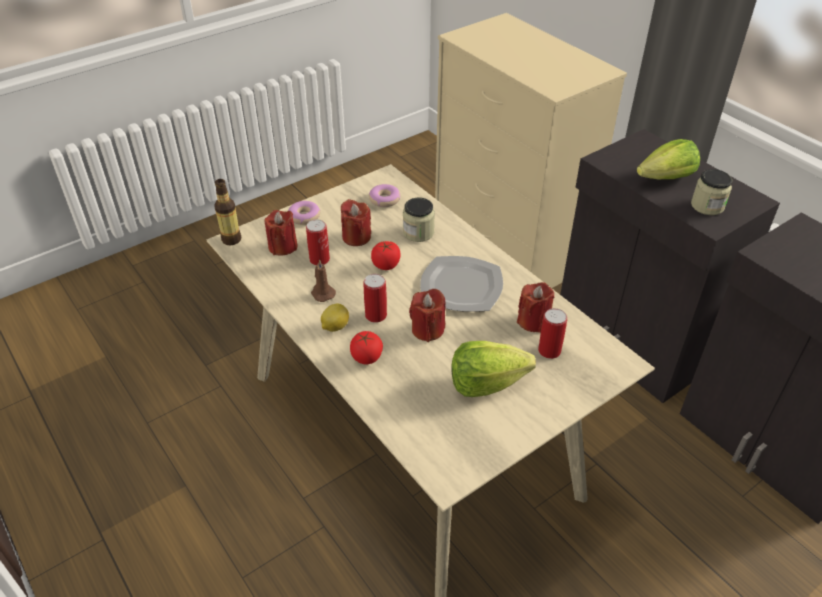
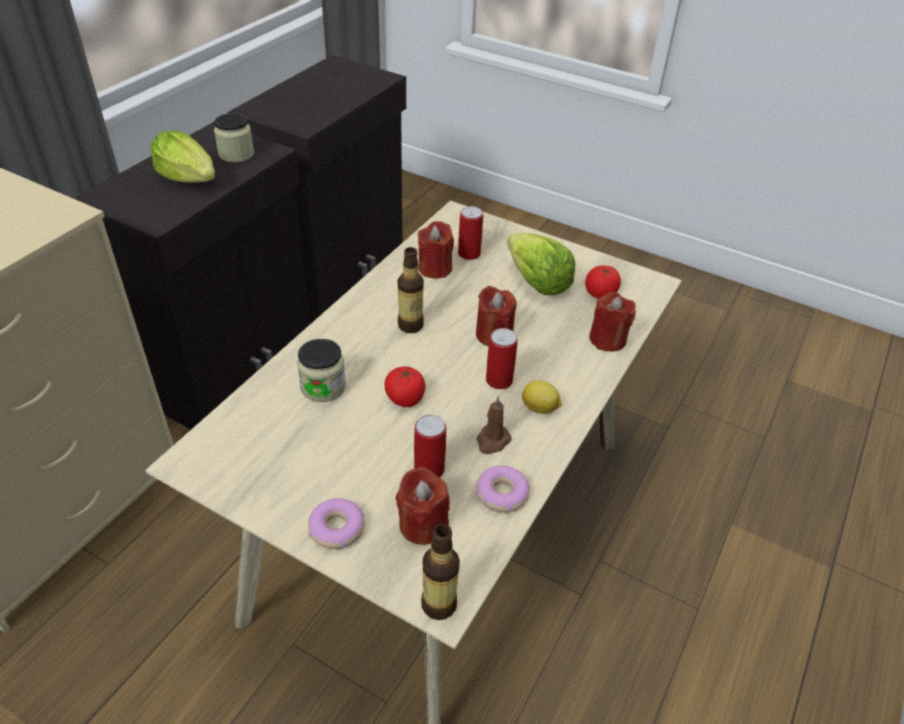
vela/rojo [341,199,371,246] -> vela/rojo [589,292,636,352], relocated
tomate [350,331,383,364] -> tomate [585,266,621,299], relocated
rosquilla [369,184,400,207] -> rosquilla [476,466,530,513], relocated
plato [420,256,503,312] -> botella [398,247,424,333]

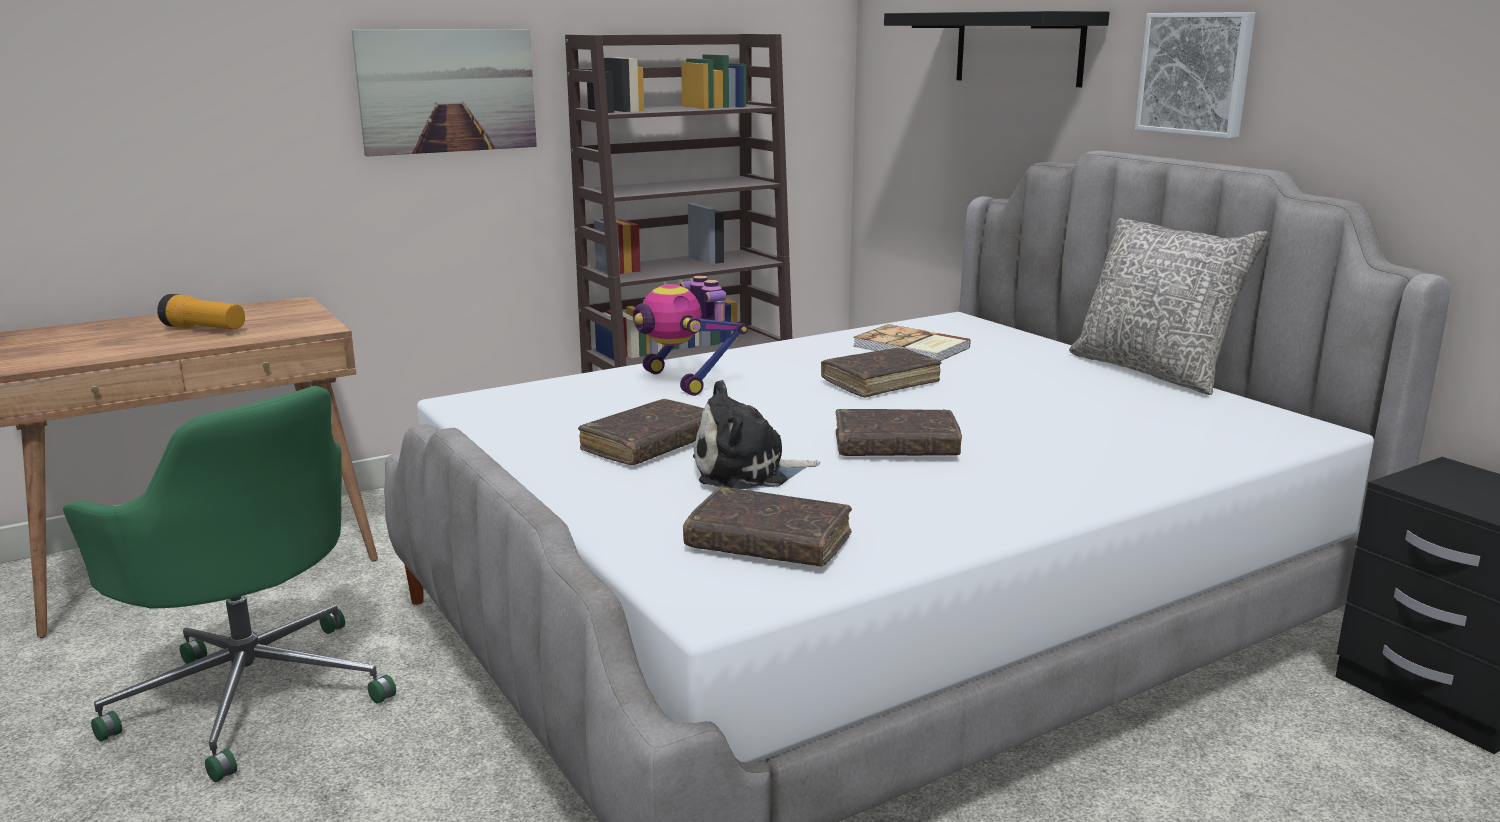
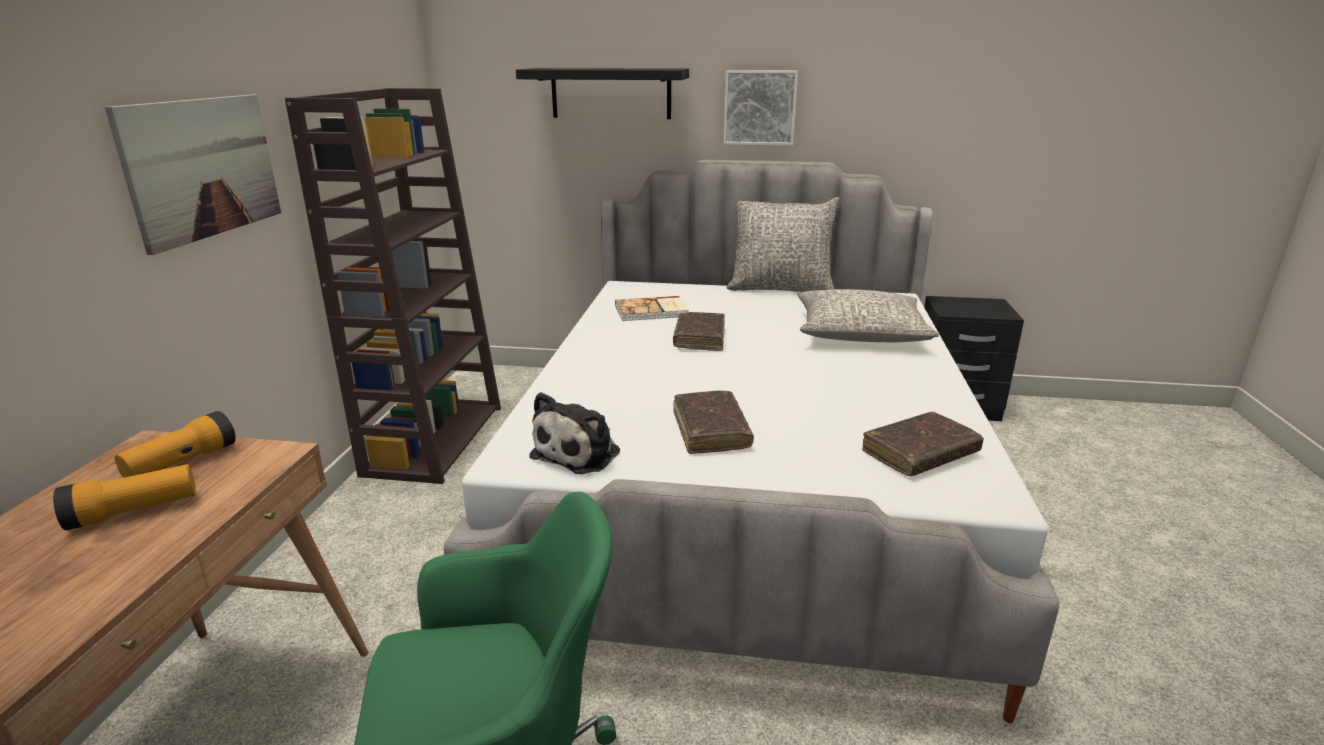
robot de juguete [633,276,748,396] -> none
libro/marrón [836,409,962,456] -> none
none -> linterna [115,411,236,478]
none -> cojín/gris [797,289,939,342]
peluche [693,380,820,489] -> peluche [529,392,620,474], relocated

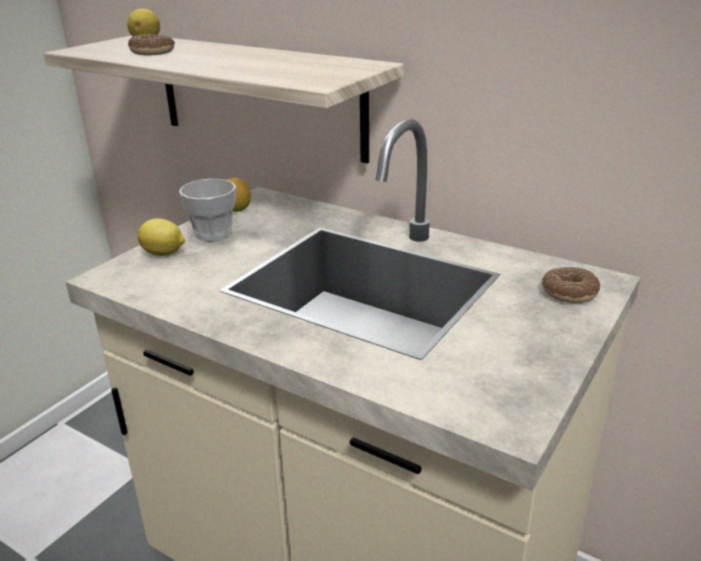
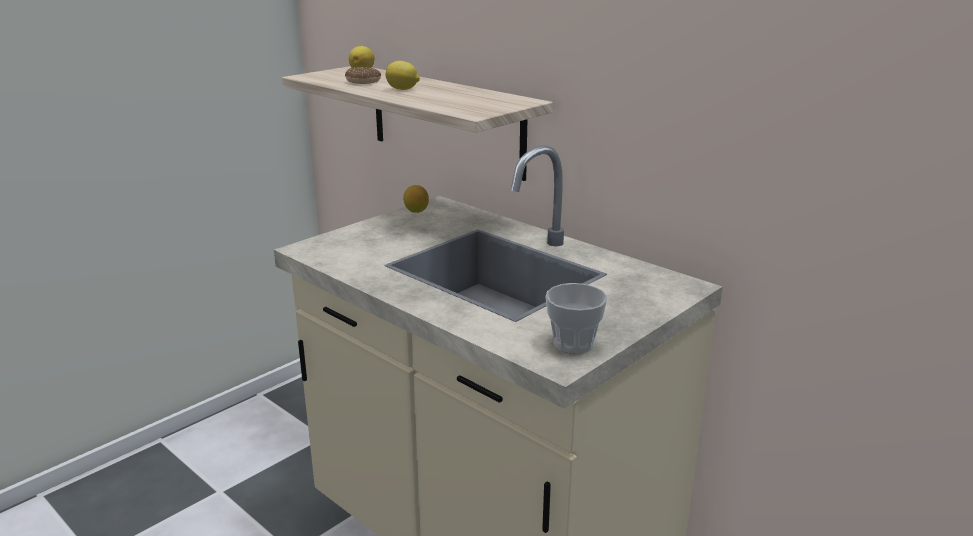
rosquilla [542,267,600,303] -> none
limón [138,218,185,256] -> limón [386,61,420,90], relocated
taza [179,179,236,241] -> taza [545,283,607,354], relocated

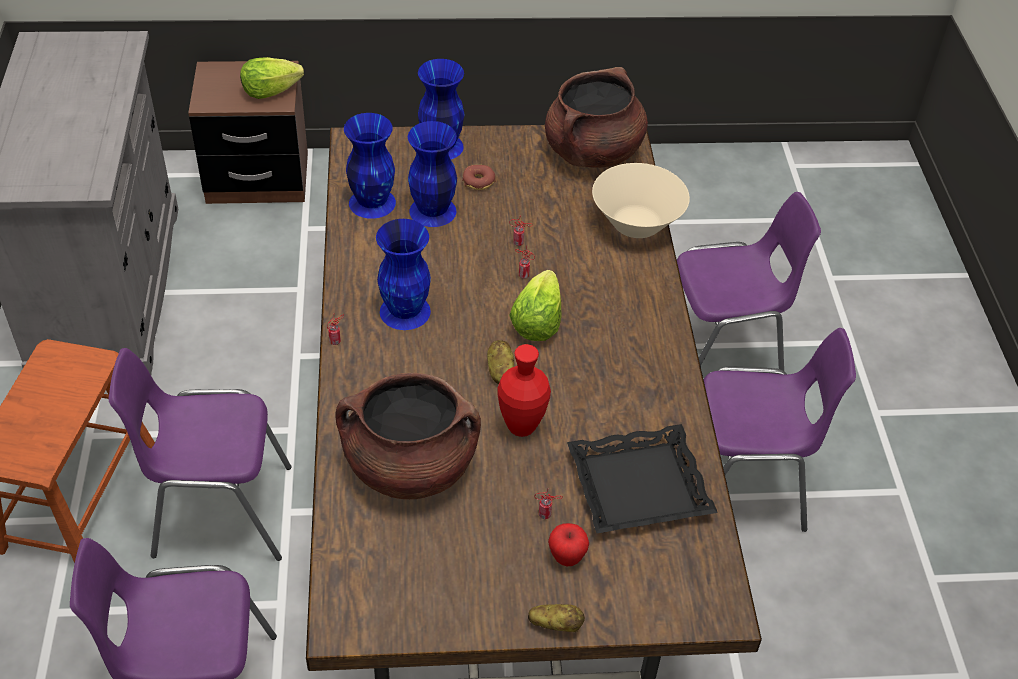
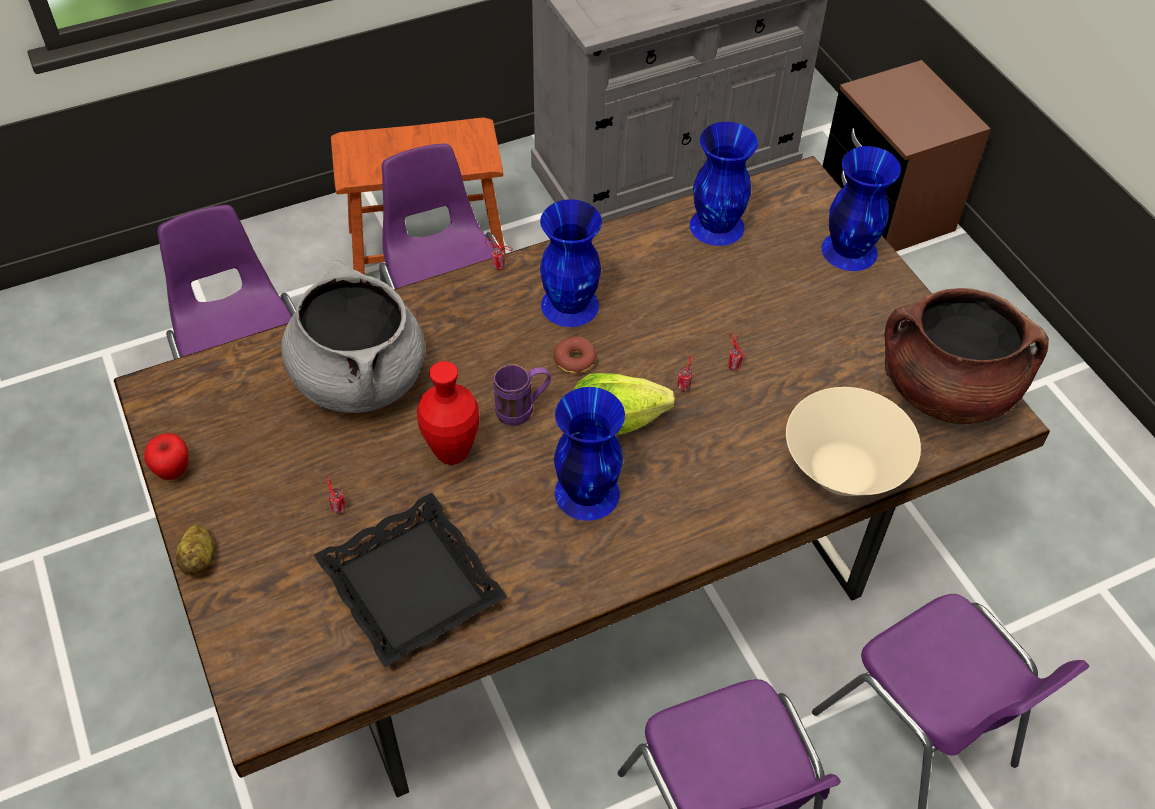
lechuga [240,57,304,99] -> none
florero/azul [408,121,457,227] -> florero/azul [554,387,625,521], relocated
rosquilla [462,165,495,190] -> rosquilla [554,337,597,374], relocated
manzana [548,523,589,566] -> manzana [144,433,188,480], relocated
patata [487,340,514,385] -> taza grande/morado [493,364,551,426]
olla/marrón [335,373,481,499] -> olla/gris [281,260,425,413]

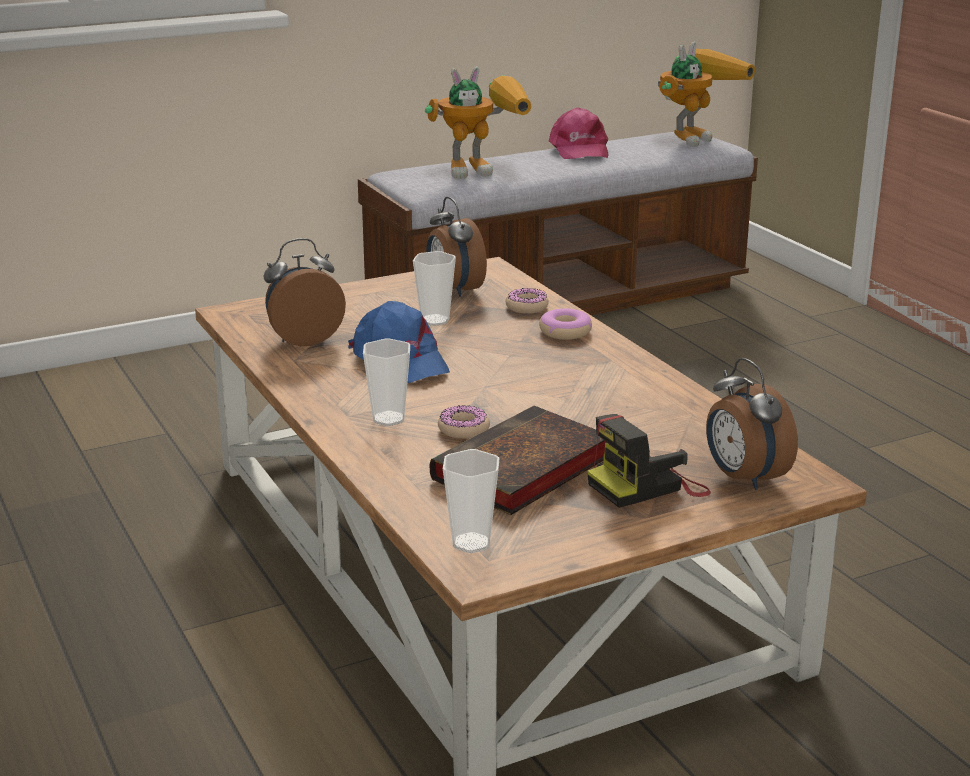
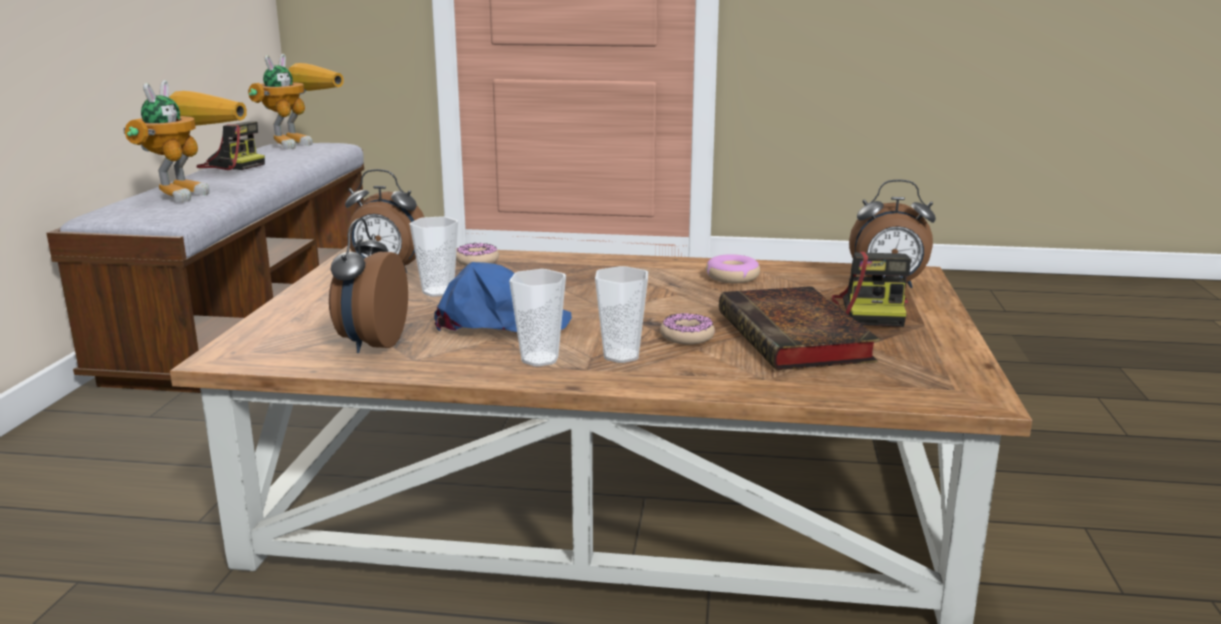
taza [443,449,500,553] -> taza [509,269,566,367], relocated
rosquilla [539,308,592,340] -> rosquilla [706,254,760,283], relocated
gorra/rosa [549,107,609,159] -> cámara [197,121,265,170]
robot de juguete [658,42,755,147] -> robot de juguete [248,54,344,150], 45 degrees clockwise

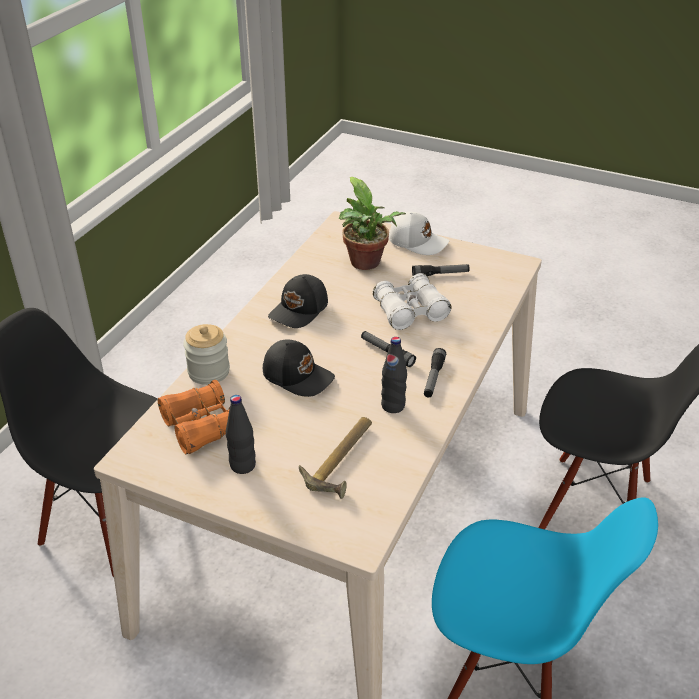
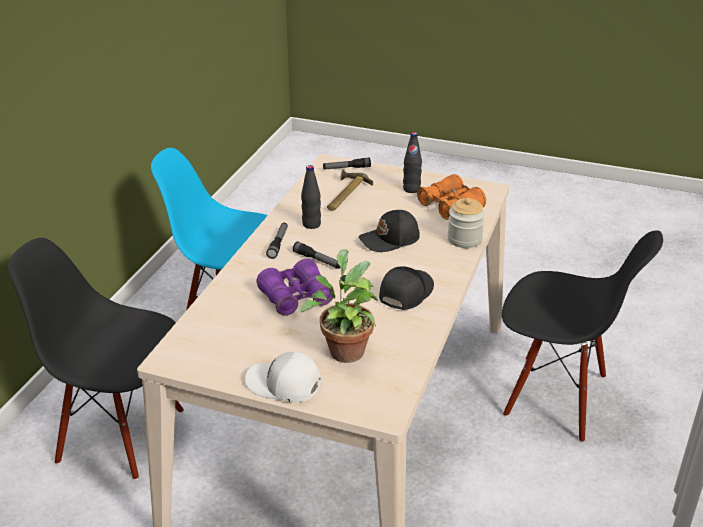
linterna [412,264,470,276] -> linterna [323,157,371,169], relocated
prismáticos/blanco [373,273,451,330] -> prismáticos/morado [257,259,335,316]
gorra/negro [263,340,335,397] -> gorra/negro [359,210,420,252], 45 degrees counterclockwise

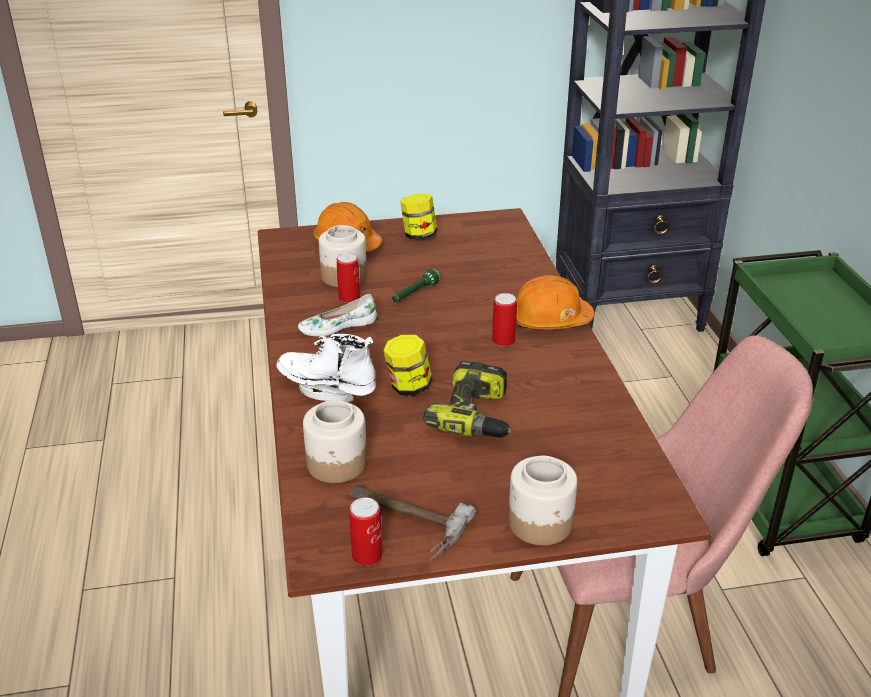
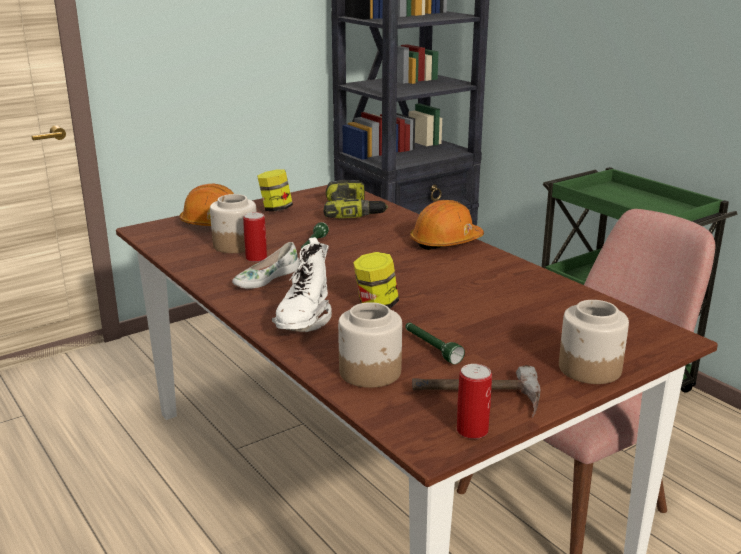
lata [492,293,517,347] -> none
none -> linterna/verde [405,322,465,364]
taladro [423,361,511,437] -> taladro [324,180,388,218], relocated
bota/blanco [277,334,376,402] -> bota/blanco [272,237,332,332], 75 degrees counterclockwise

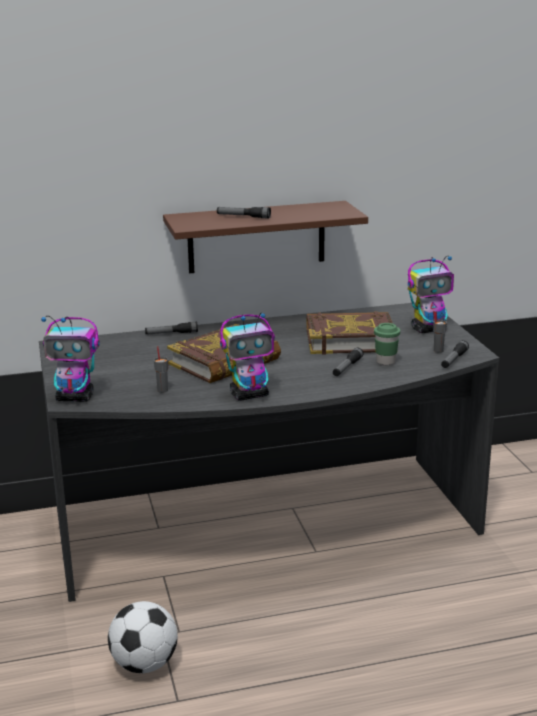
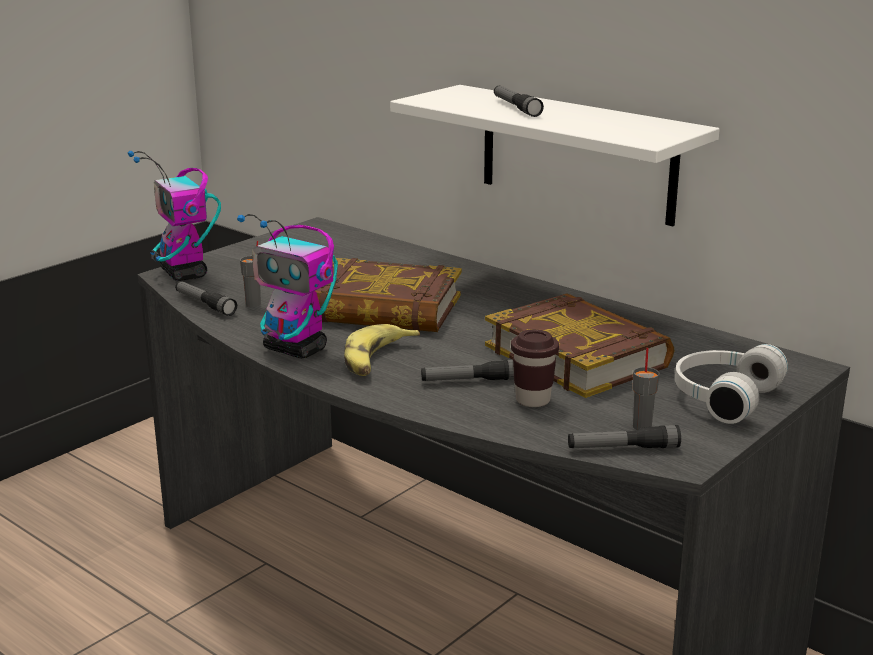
balón de fútbol [108,601,178,673] -> none
none -> plátano [344,324,420,376]
linterna [145,322,198,335] -> linterna [175,281,237,316], relocated
robot de juguete [408,256,454,333] -> auriculares/blanco [675,344,788,424]
estante/marrón [163,201,368,273] -> estante/blanco [390,85,720,226]
taza/verde [374,323,400,365] -> taza/marrón [511,329,559,407]

